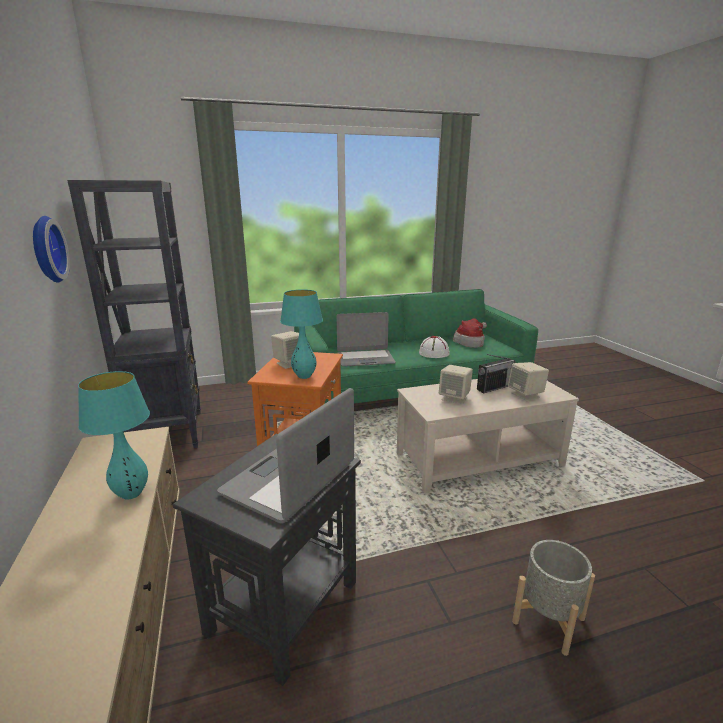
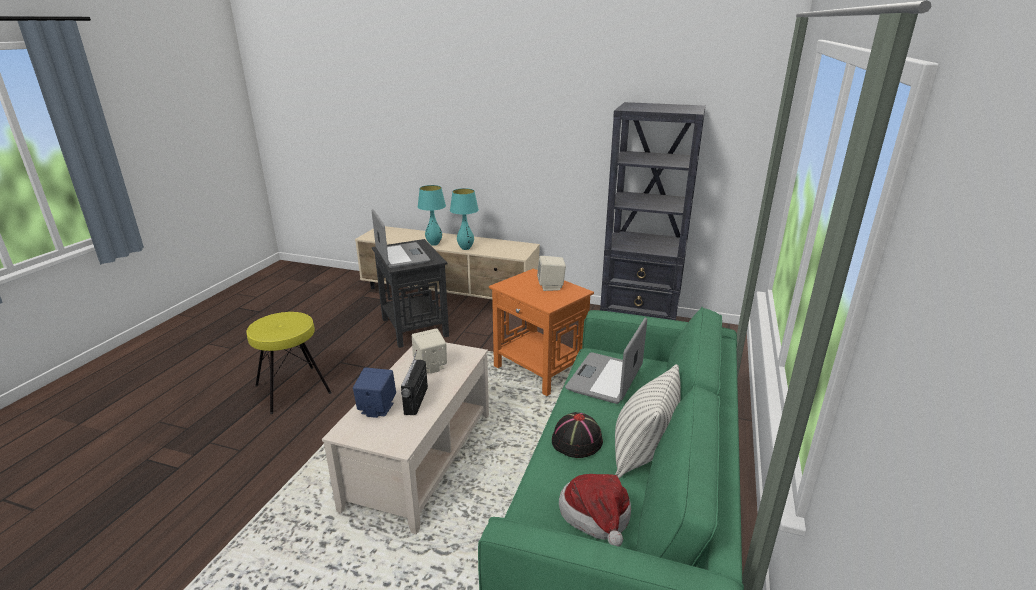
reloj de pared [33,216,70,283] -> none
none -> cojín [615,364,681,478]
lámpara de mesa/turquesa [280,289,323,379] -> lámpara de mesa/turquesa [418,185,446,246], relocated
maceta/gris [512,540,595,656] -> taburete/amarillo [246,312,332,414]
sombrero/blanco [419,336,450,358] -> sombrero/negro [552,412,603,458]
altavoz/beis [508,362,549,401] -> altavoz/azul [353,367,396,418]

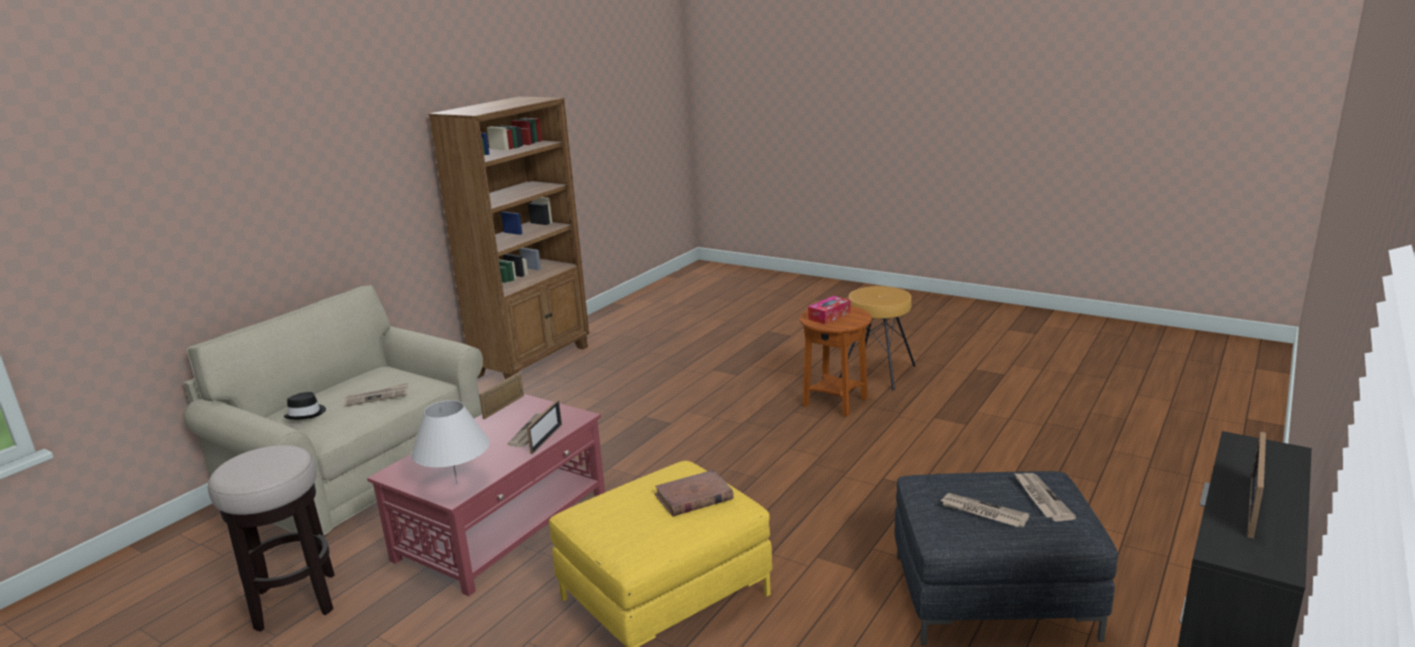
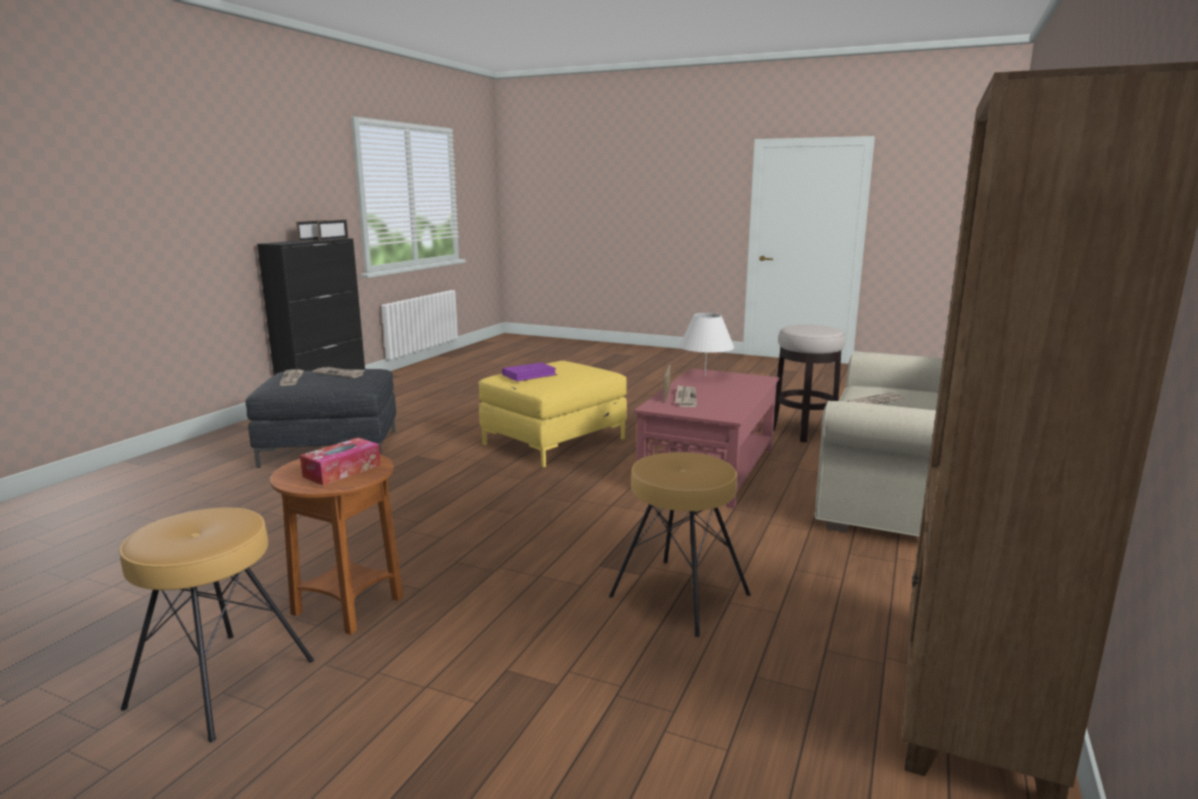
sombrero/negro [283,392,326,420] -> none
none -> taburete/marrón [609,452,751,637]
portarretratos [479,372,524,419] -> portarretratos [317,219,348,241], relocated
libro/marrón [654,470,734,516] -> libro/morado [502,362,558,382]

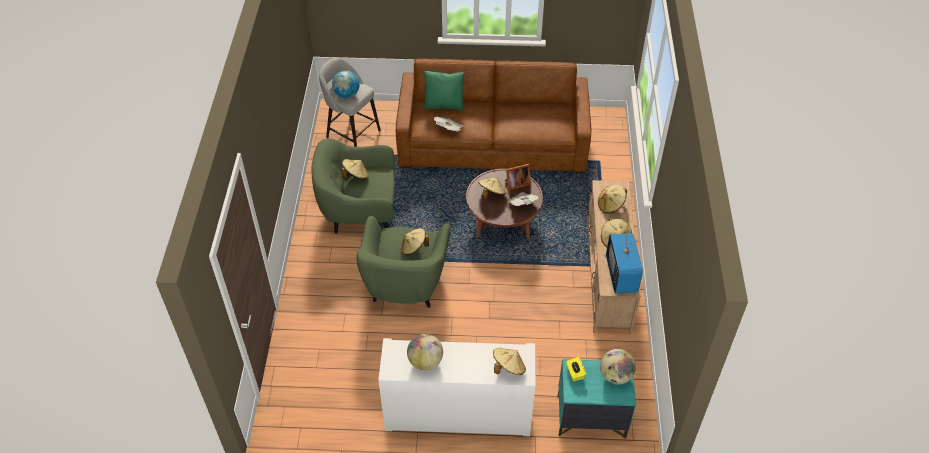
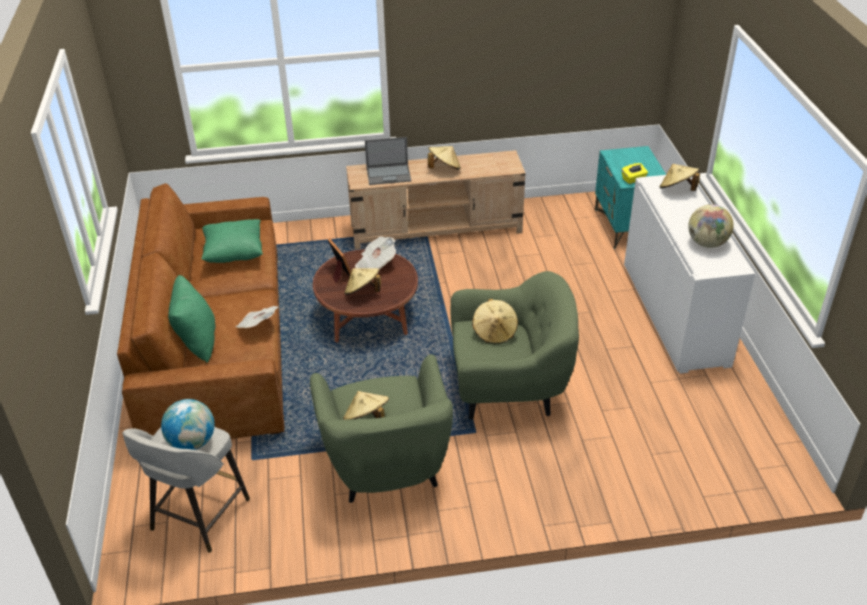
globo terráqueo [600,349,636,385] -> none
televisor [606,226,643,294] -> none
none -> cojín/verde [201,219,263,263]
sombrero/beis [598,184,627,214] -> portátil [365,137,411,185]

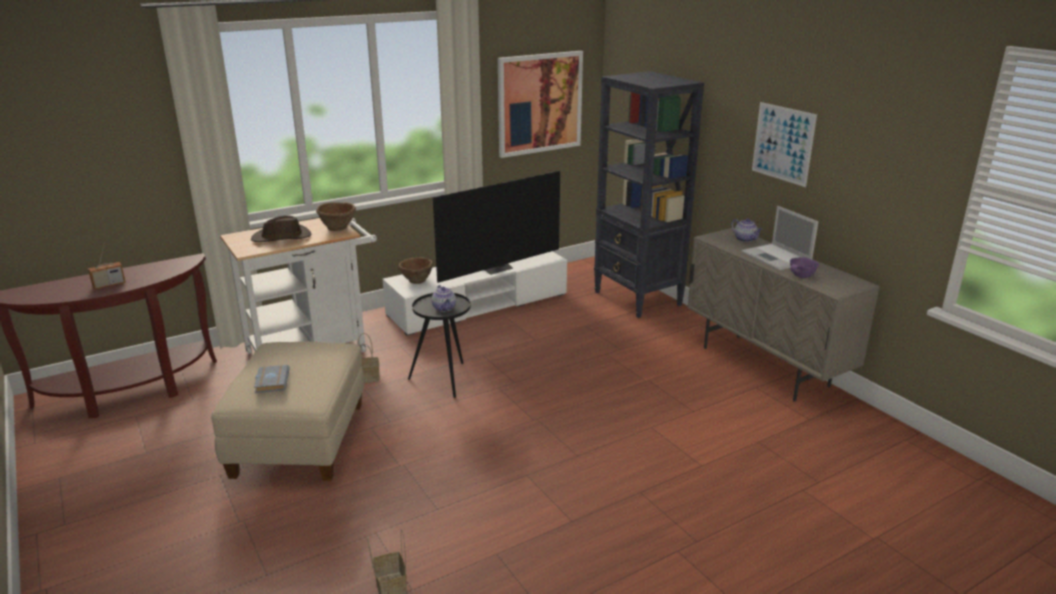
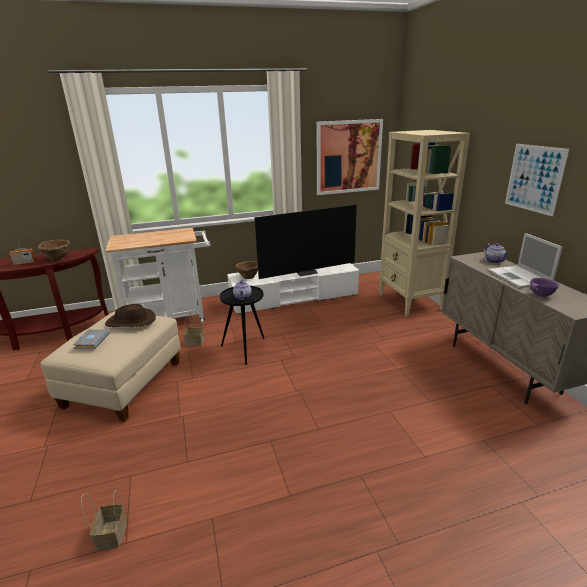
sombrero/marrón [251,215,312,242] -> sombrero/marrón [105,304,156,327], relocated
cuenco/marrón [316,202,357,231] -> cuenco/marrón [38,240,70,261], relocated
estantería/negro [594,71,704,318] -> estantería/beis [379,130,470,317]

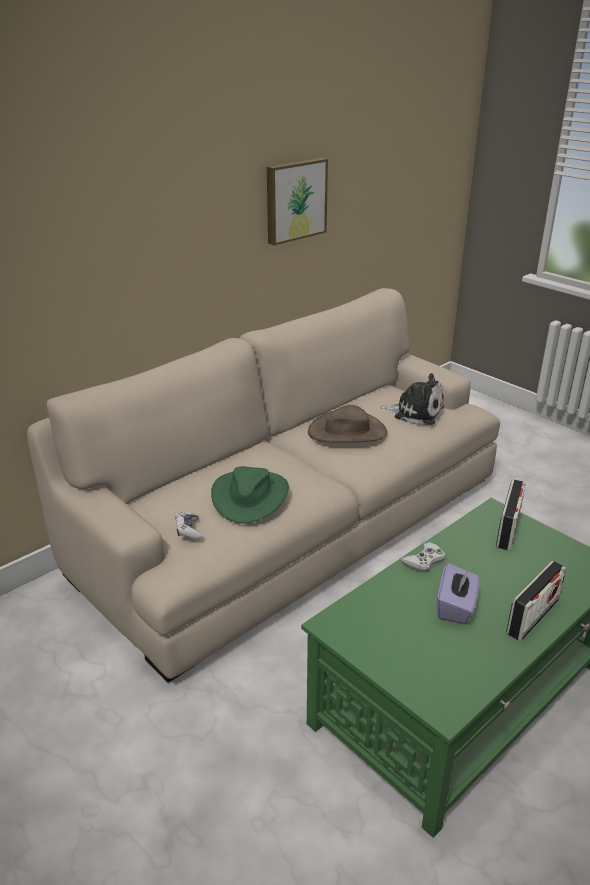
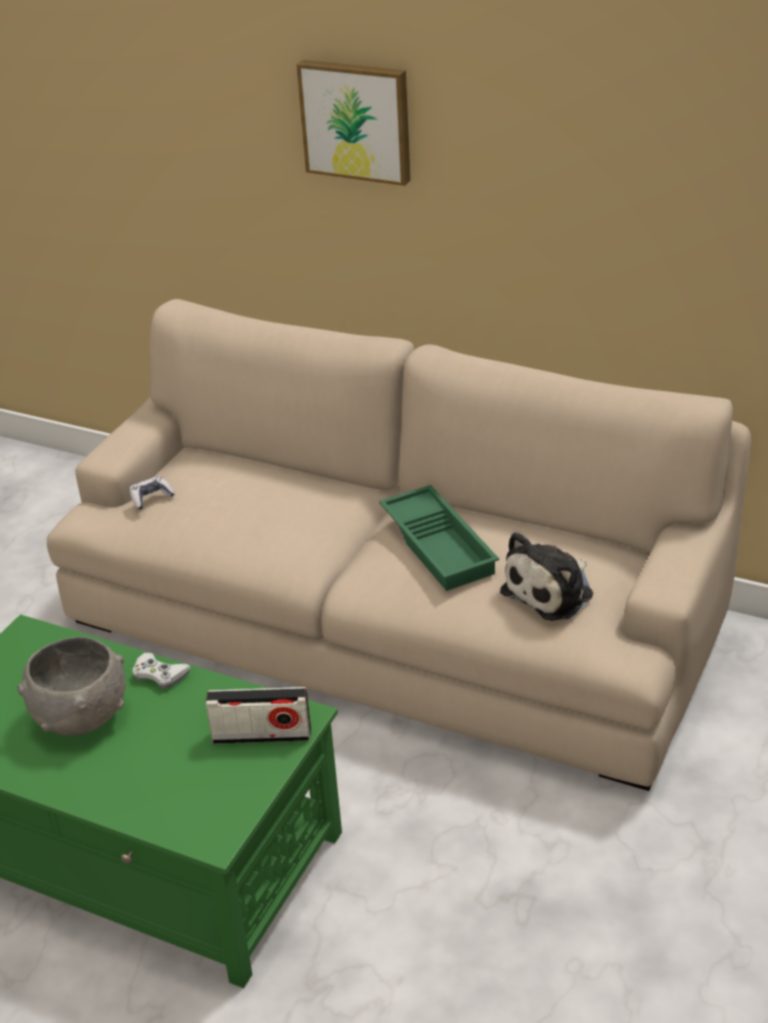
sombrero/verde [211,466,289,524] -> none
radio [506,561,566,641] -> none
cuadro [267,158,328,245] -> cuadro [297,60,411,186], relocated
sombrero/marrón [308,405,388,443] -> bandeja/verde [379,485,499,591]
caja de pañuelos/morado [437,563,480,625] -> cuenco/gris [17,637,126,736]
peluche [379,373,444,425] -> peluche [500,532,593,621], 45 degrees clockwise

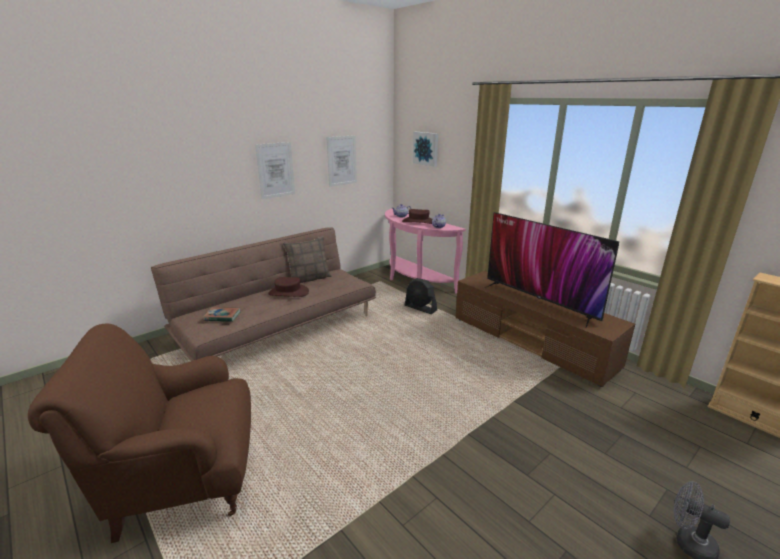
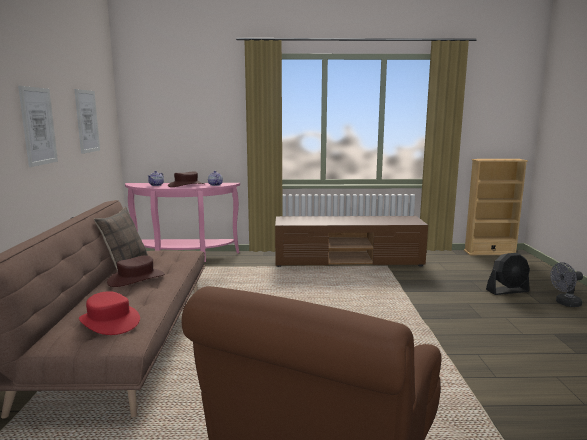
cuadro [413,132,438,167] -> none
televisor [485,212,619,327] -> none
ventilador/negro [405,278,437,314] -> ventilador/negro [486,253,530,295], relocated
libro [203,307,240,322] -> sombrero/rojo [79,291,140,335]

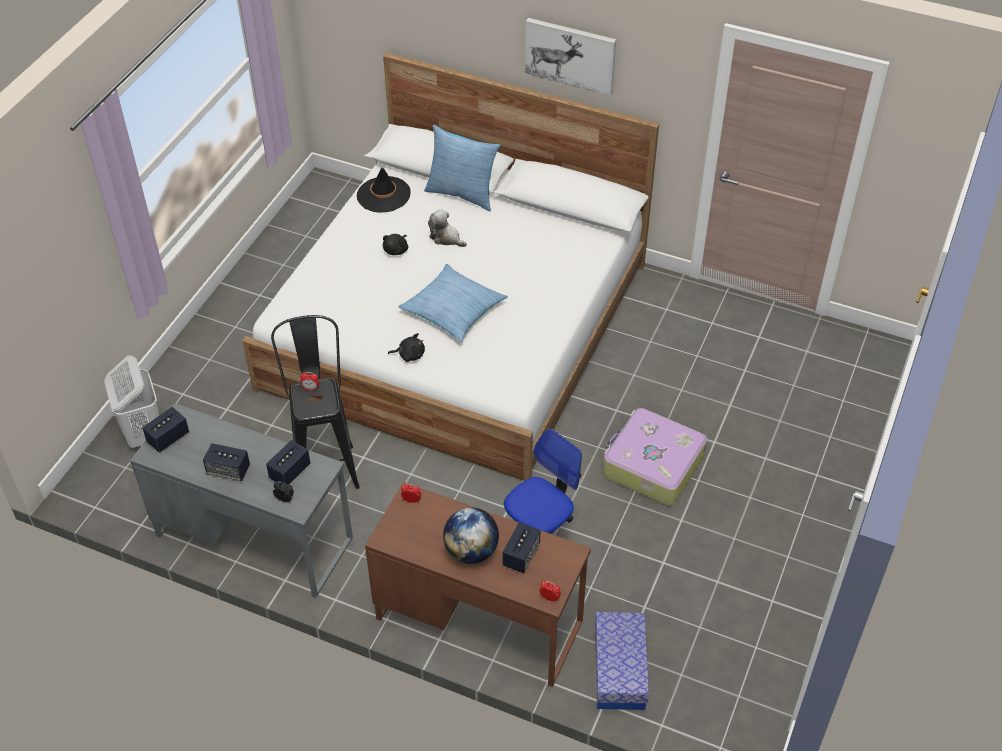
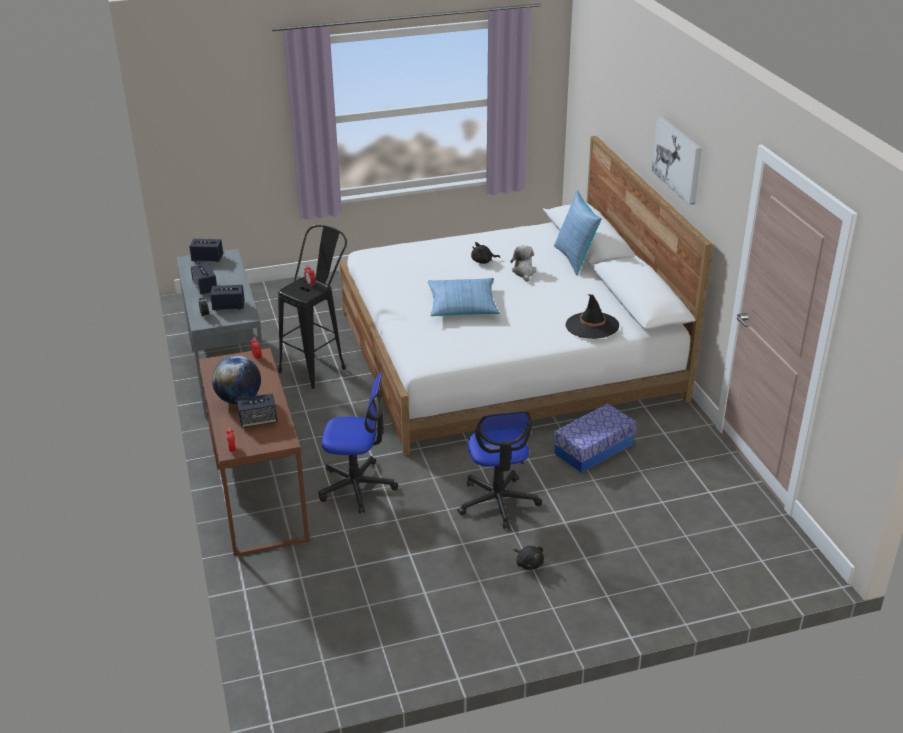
cesto de la ropa/blanco [104,355,159,448] -> none
sombrero/negro [357,168,411,213] -> sombrero/negro [565,294,619,339], relocated
peluche/negro [388,333,425,362] -> peluche/negro [513,546,544,570], relocated
caja de almacenaje [595,612,649,710] -> caja de almacenaje [553,404,637,473], relocated
maleta [603,408,707,505] -> silla de oficina [457,411,542,529]

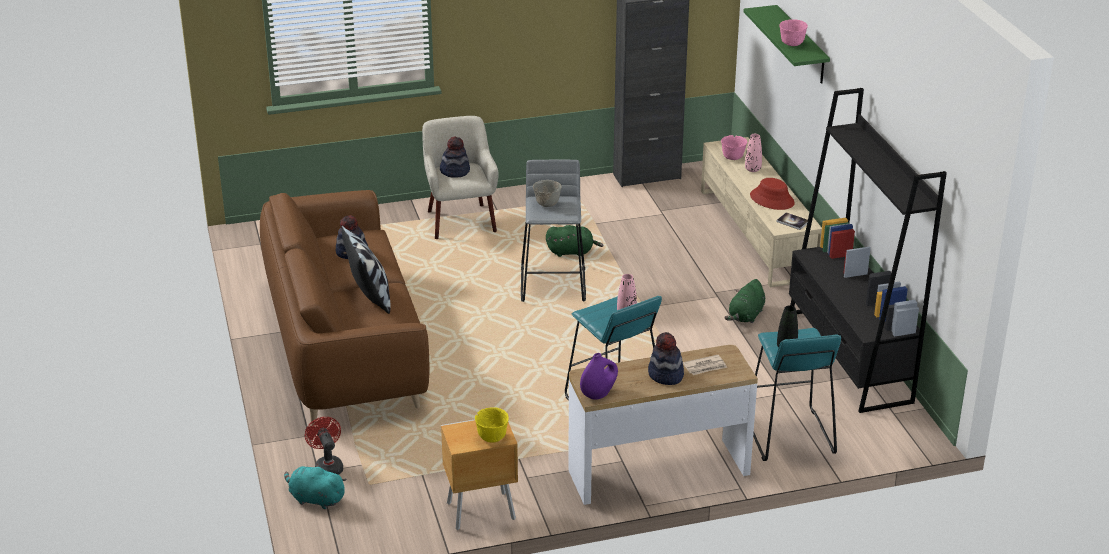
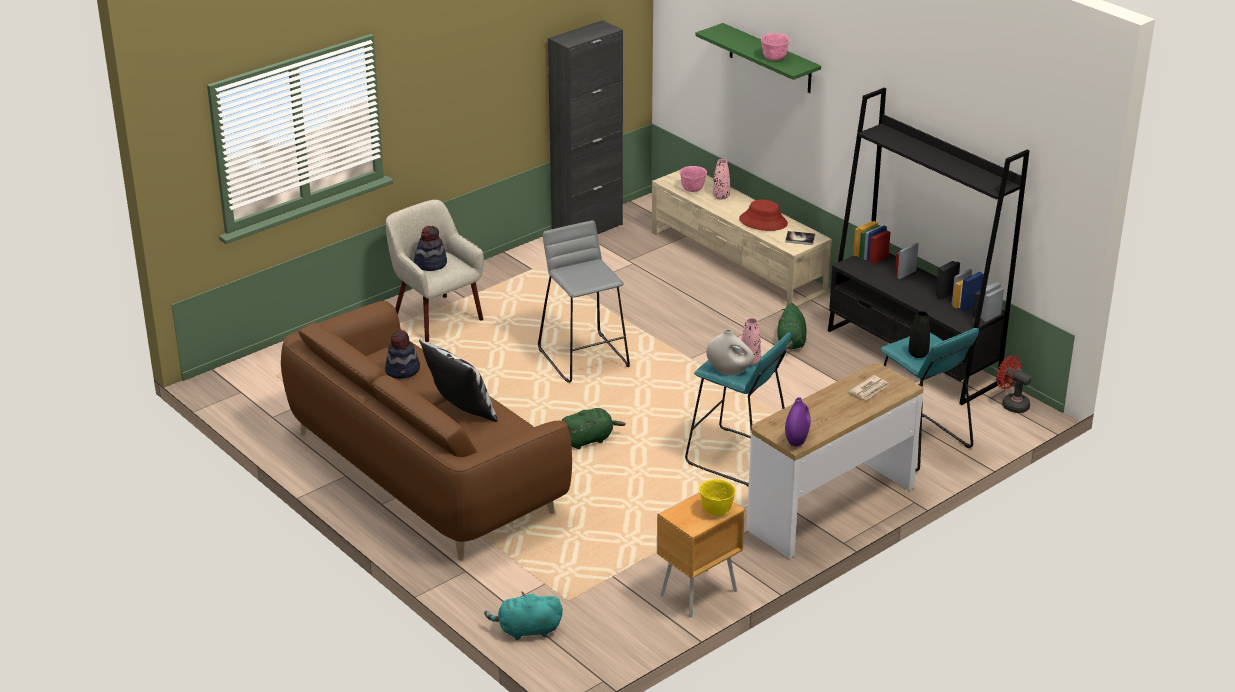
cuenco/gris [533,180,562,207] -> none
sombrero [648,332,684,385] -> none
none -> florero/blanco [706,329,754,376]
ventilador/rojo [305,417,343,475] -> ventilador/rojo [996,355,1032,413], relocated
peluche/verde [546,225,603,257] -> peluche/verde [561,408,626,449], relocated

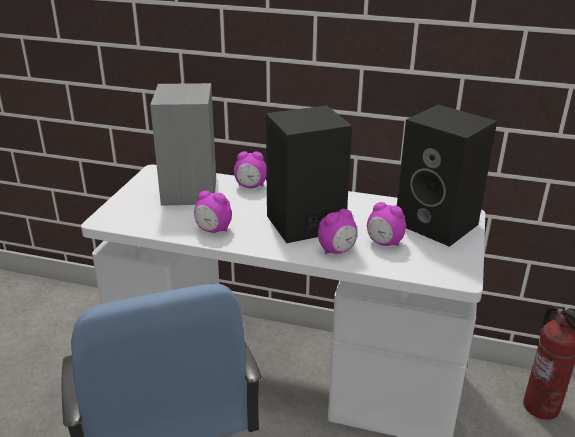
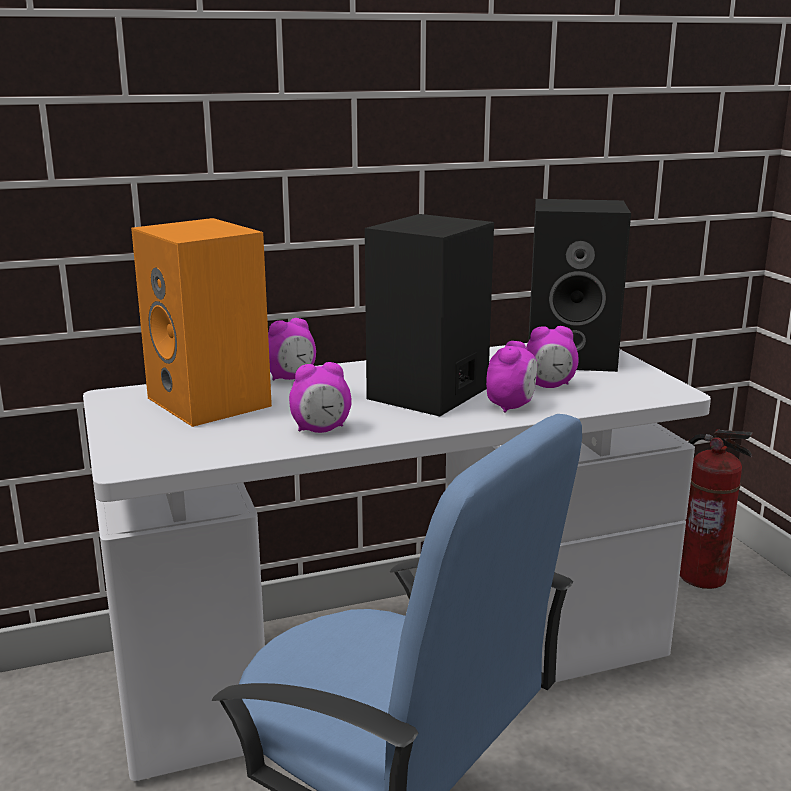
altavoz/gris [150,83,216,206] -> altavoz/naranja [131,218,272,427]

